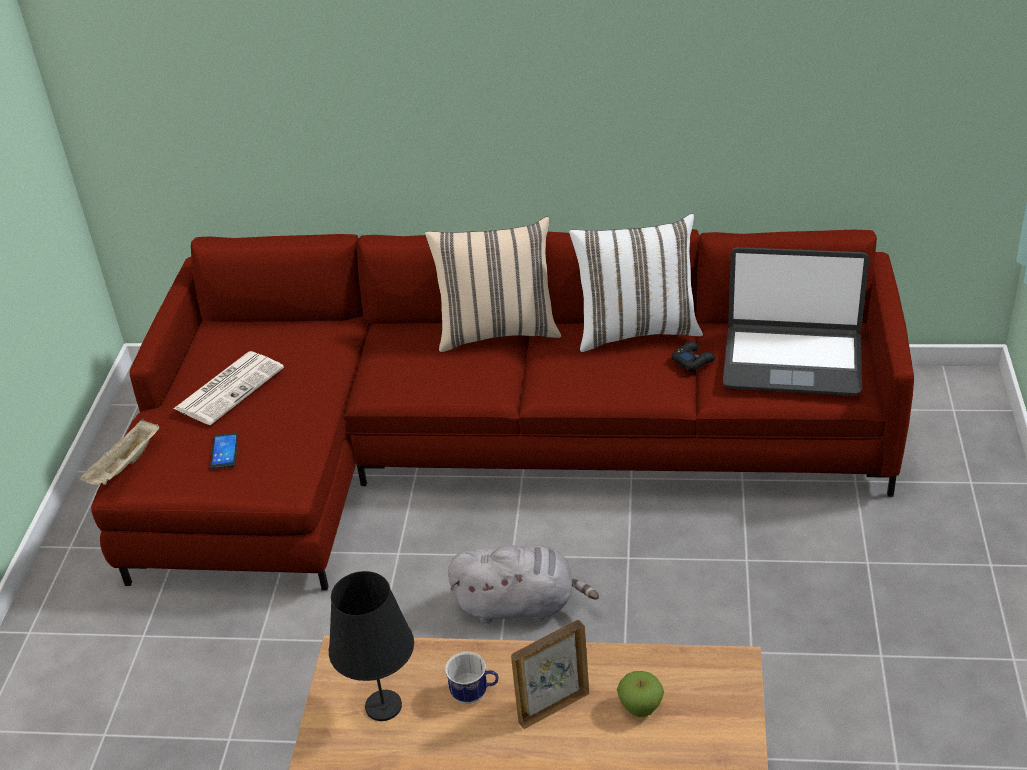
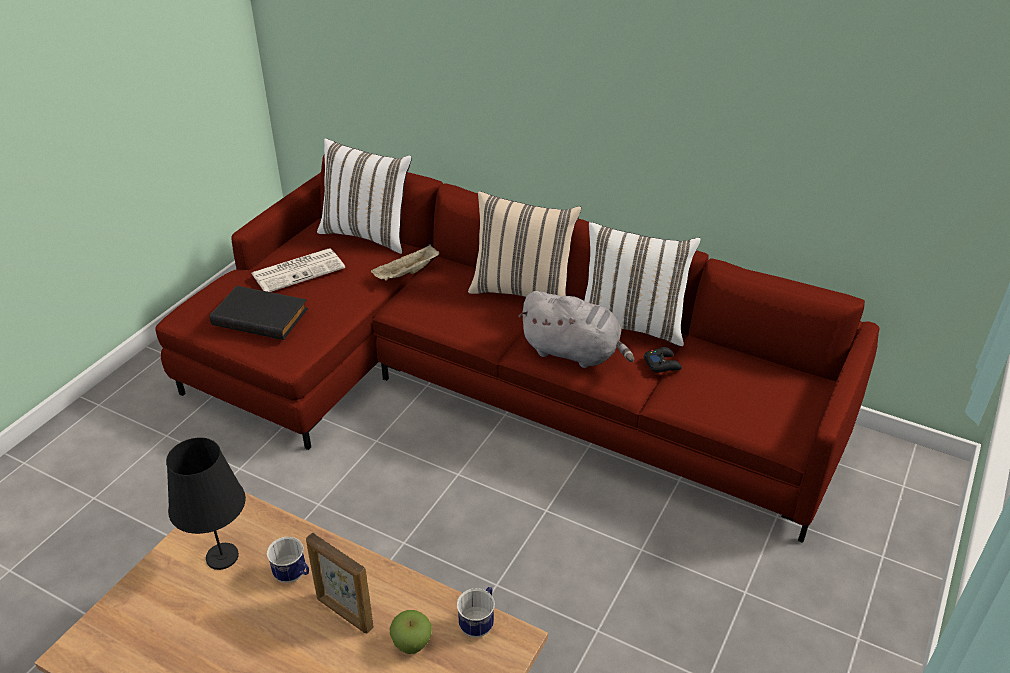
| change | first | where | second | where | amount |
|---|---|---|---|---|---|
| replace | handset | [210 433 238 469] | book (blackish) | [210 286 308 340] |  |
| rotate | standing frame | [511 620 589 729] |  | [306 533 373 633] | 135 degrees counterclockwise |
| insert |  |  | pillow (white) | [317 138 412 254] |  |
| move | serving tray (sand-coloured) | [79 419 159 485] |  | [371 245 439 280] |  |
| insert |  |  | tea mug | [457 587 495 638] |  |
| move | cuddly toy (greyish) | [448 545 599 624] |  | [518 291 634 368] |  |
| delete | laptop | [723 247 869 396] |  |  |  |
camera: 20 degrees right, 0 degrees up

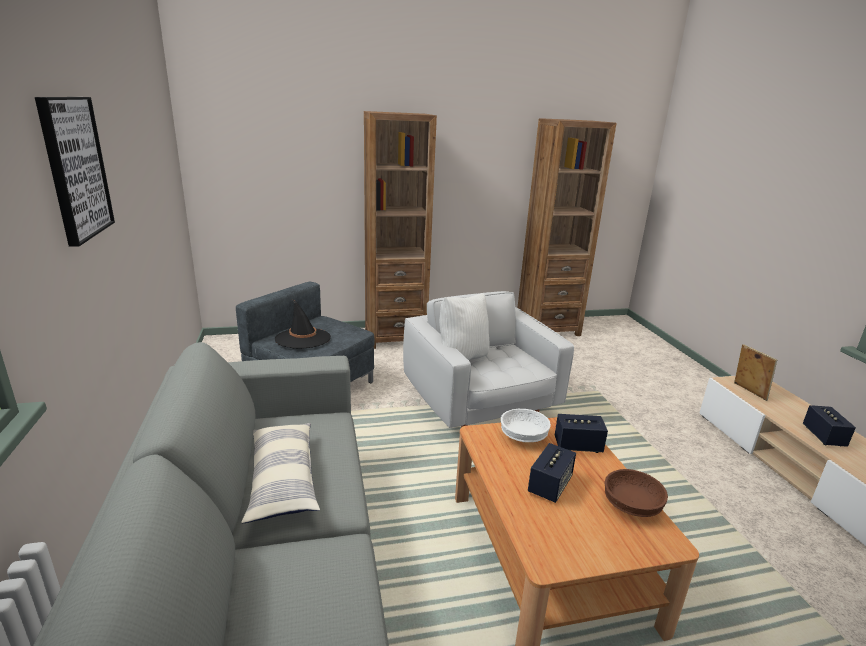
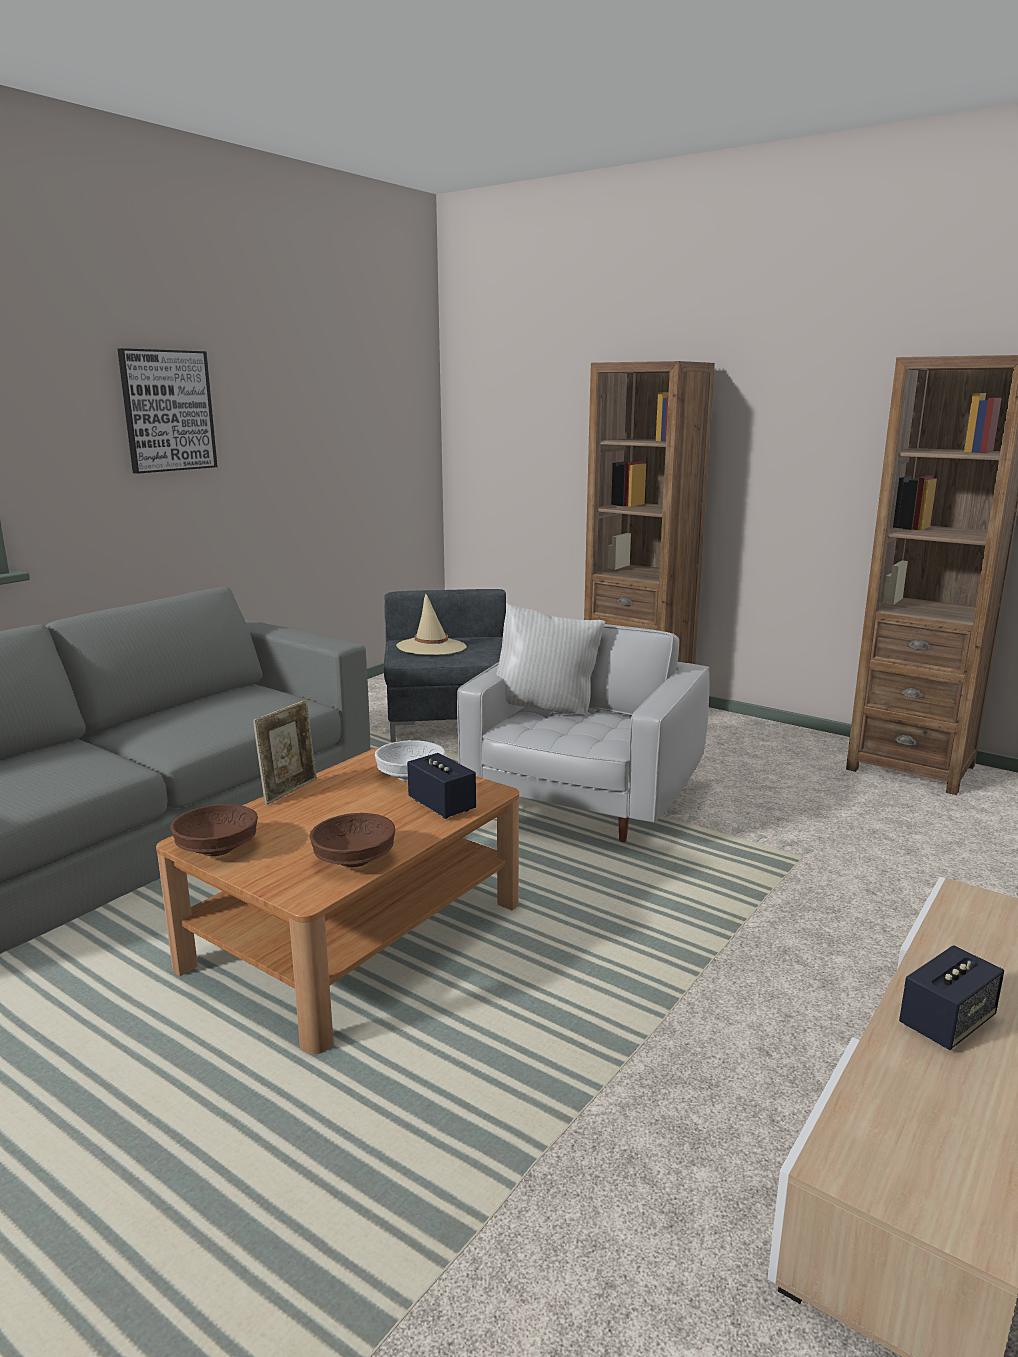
| change | first | where | second | where | amount |
|---|---|---|---|---|---|
| insert |  |  | serving bowl (brown-coloured) | [170 804 258 856] |  |
| move | standing frame | [734 344 777 401] |  | [253 700 317 805] |  |
| recolor | clothing hat (blackish) | [275 300 331 349] | clothing hat (sand-coloured) | [396 594 467 655] |  |
| delete | pillow | [241 423 320 523] |  |  |  |
| delete | loudspeaker | [528 443 576 503] |  |  |  |
camera: 50 degrees right, 5 degrees down

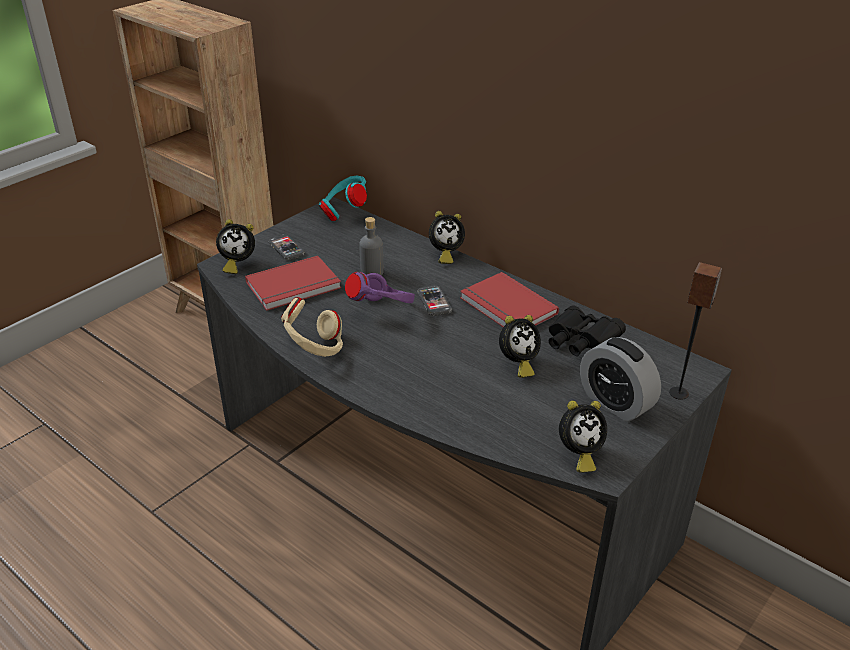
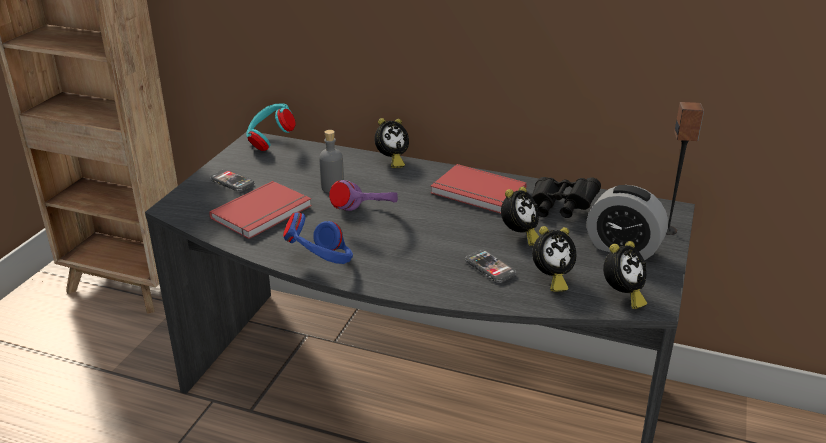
| change | first | where | second | where | amount |
|---|---|---|---|---|---|
| recolor | headphones (sand-coloured) | [281 297 343 357] | headphones (blue) | [283 212 353 264] |  |
| move | handset | [417 285 452 316] |  | [465 249 516 283] |  |
| move | bedside clock | [216 219 255 274] |  | [532 226 576 292] |  |
camera: 20 degrees left, 5 degrees down

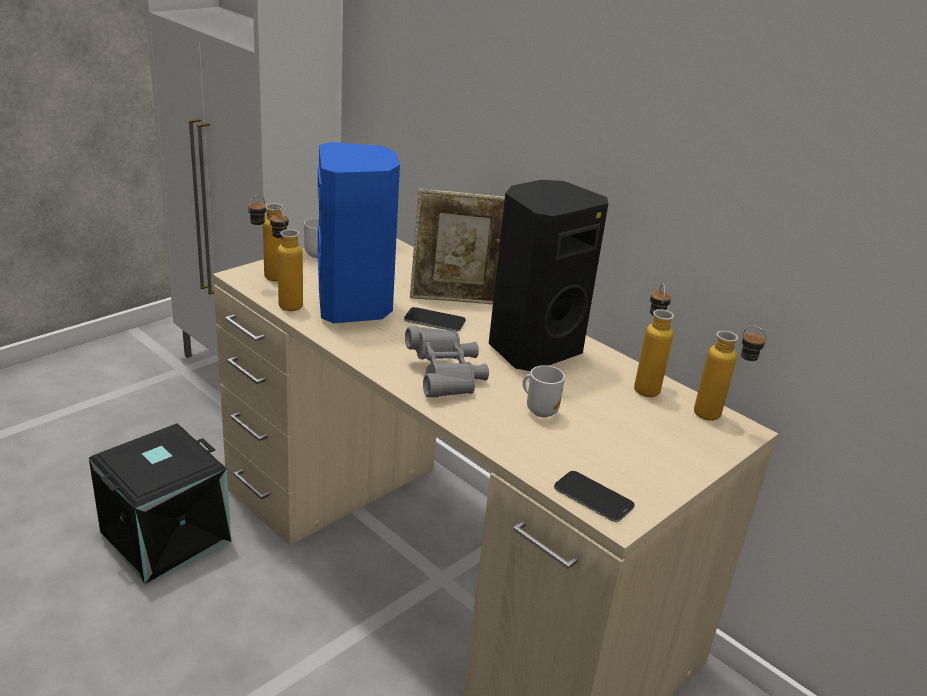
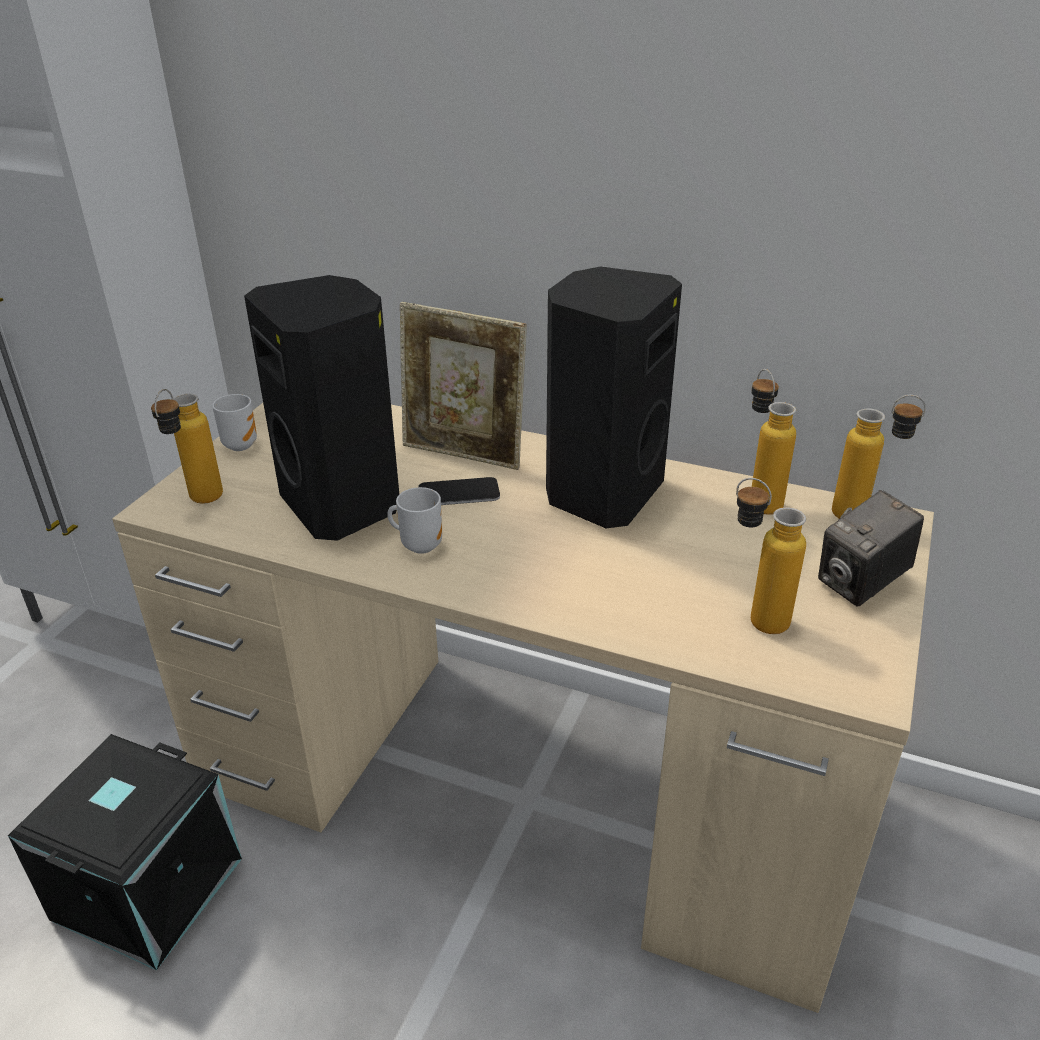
| change | first | where | second | where | amount |
|---|---|---|---|---|---|
| recolor | loudspeaker (blue) | [318 142 400 323] | loudspeaker (blackish) | [244 275 399 541] |  |
| move | tea mug | [523 365 565 418] |  | [387 487 442 554] |  |
| rotate | standing frame | [410 188 505 305] |  | [400 302 527 470] | 45 degrees clockwise |
| move | bottle | [270 207 303 311] |  | [736 478 806 634] |  |
| insert |  |  | still camera | [818 490 924 607] |  |
| delete | binoculars (greyish) | [405 326 489 397] |  |  |  |
| delete | handset | [554 471 635 522] |  |  |  |
camera: 20 degrees left, 5 degrees up

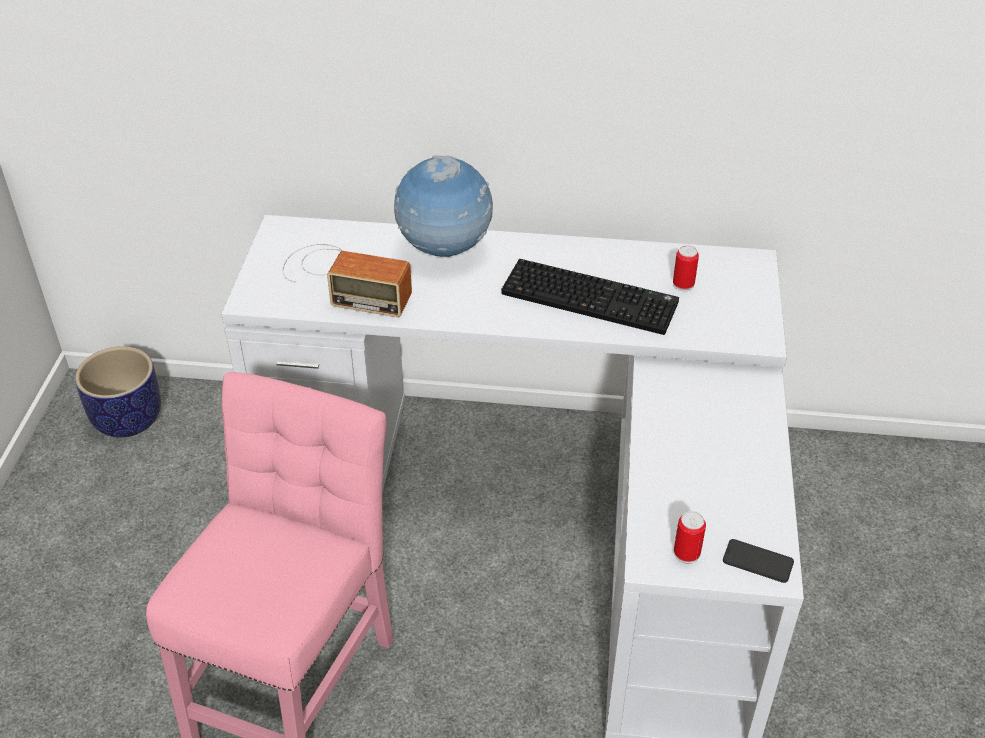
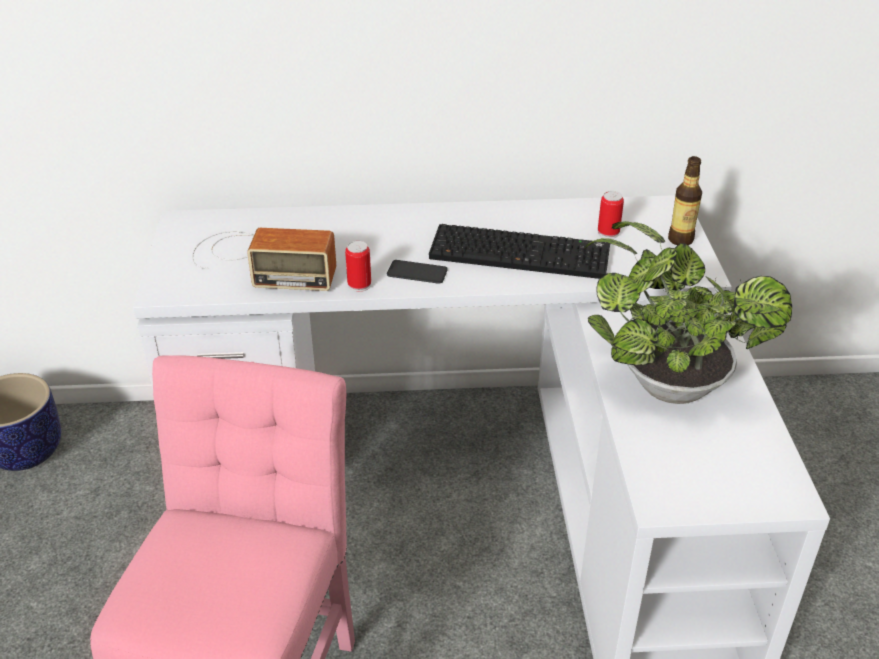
| change | first | where | second | where | amount |
|---|---|---|---|---|---|
| move | sealed can | [674 511 706 564] |  | [345 241 371 292] |  |
| move | handset | [723 539 794 583] |  | [387 260 448 284] |  |
| insert |  |  | plant in a pot | [584 221 792 404] |  |
| insert |  |  | bottle | [668 156 702 245] |  |
| delete | globe | [394 155 493 257] |  |  |  |
camera: 10 degrees left, 5 degrees down

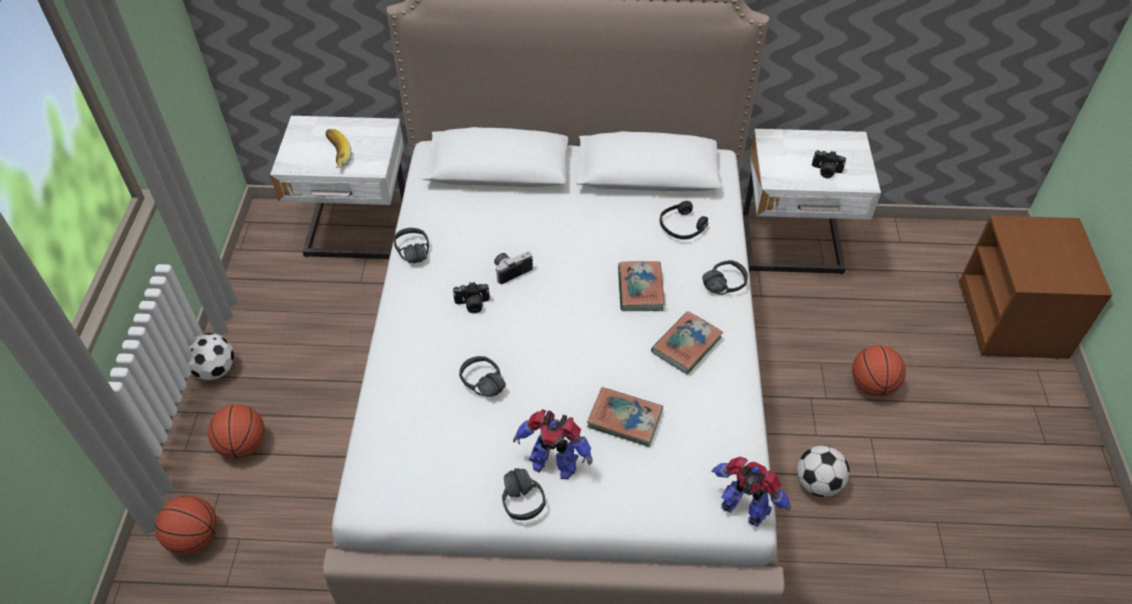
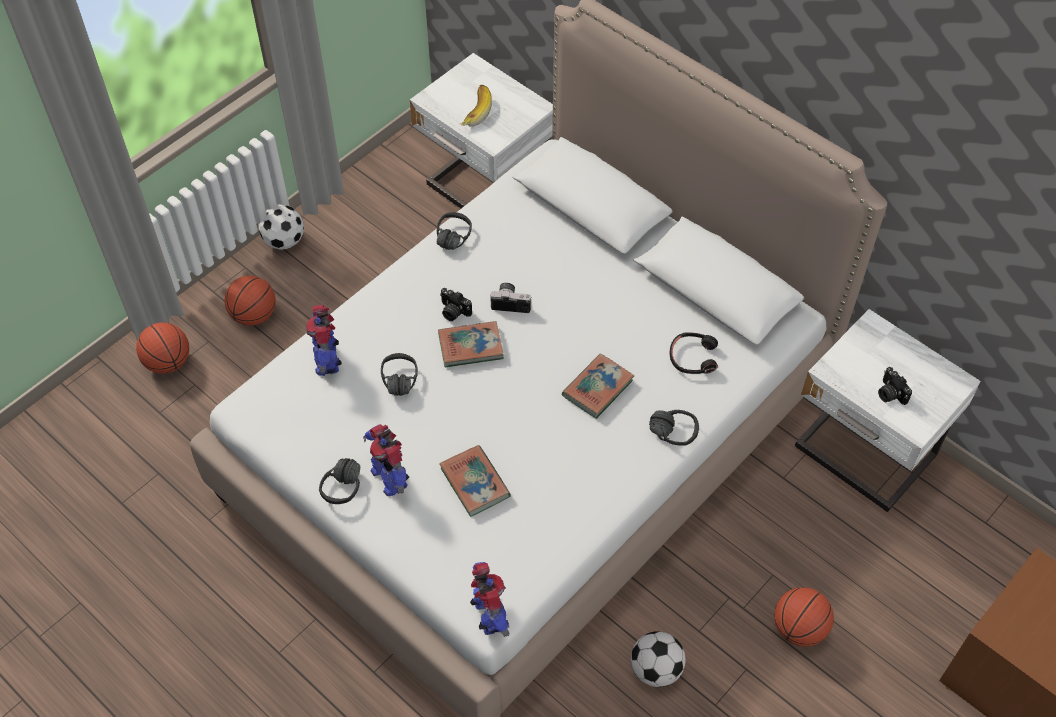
| change | first | where | second | where | amount |
|---|---|---|---|---|---|
| insert |  |  | model robot | [306 305 342 376] |  |
| move | book | [651 311 723 374] |  | [438 321 504 368] |  |
camera: 40 degrees right, 5 degrees up

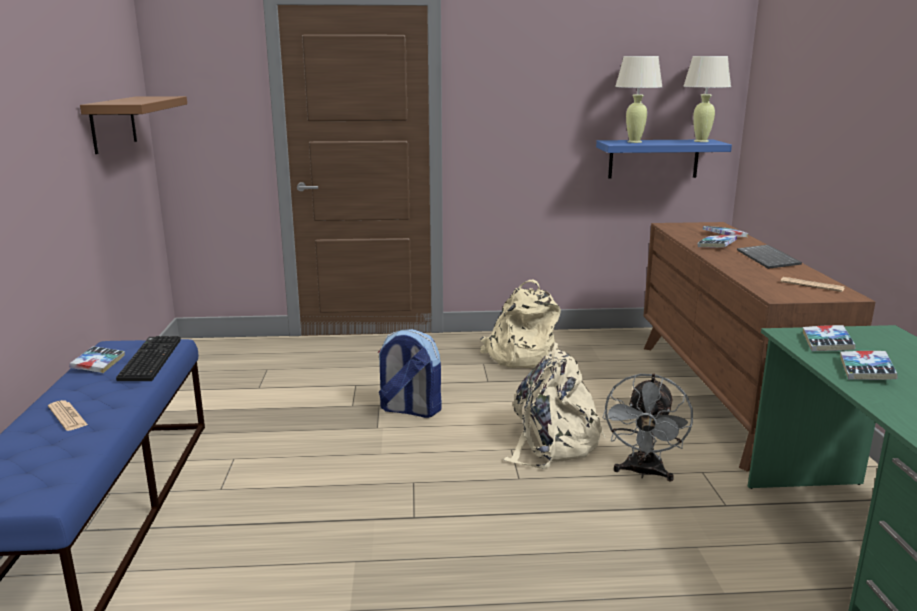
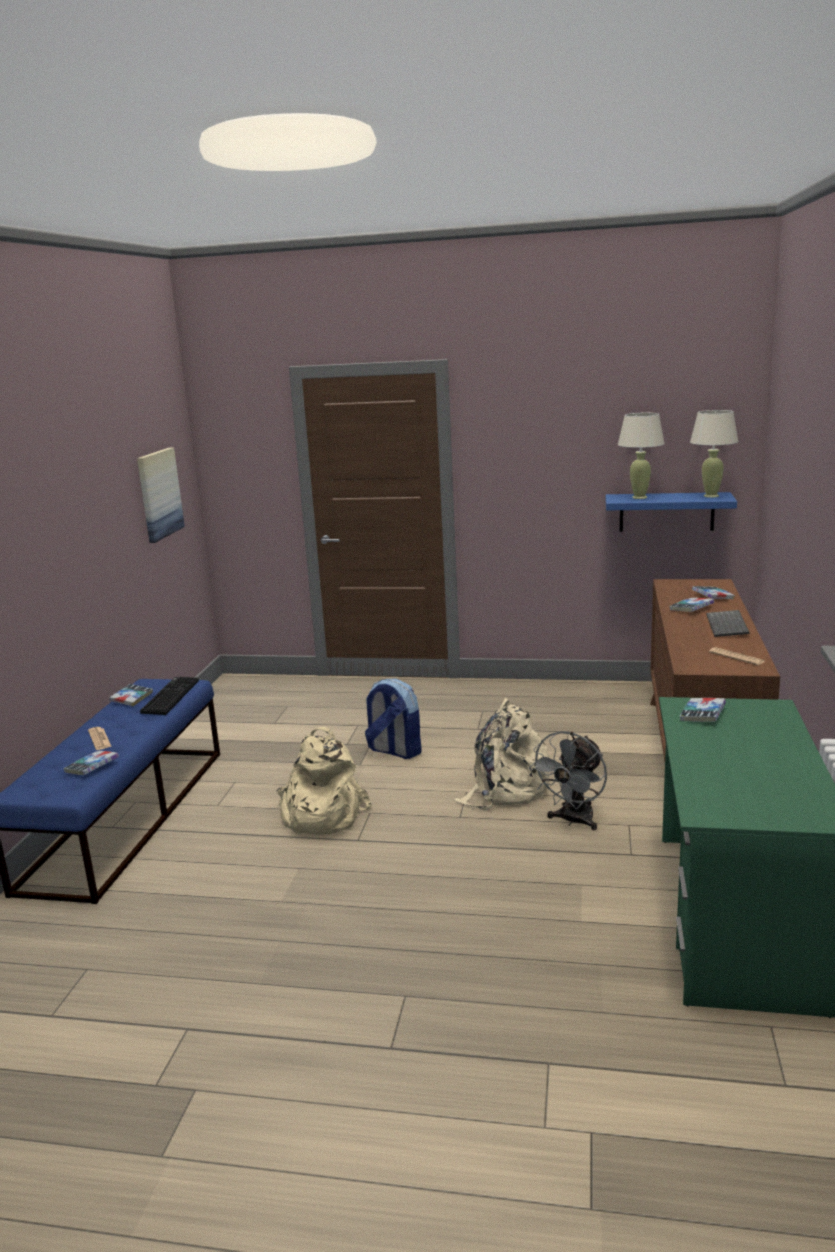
| change | first | where | second | where | amount |
|---|---|---|---|---|---|
| move | book | [840 351 898 380] |  | [63 751 119 775] |  |
| replace | bracket shelf (brown-coloured) | [80 96 187 154] | wall art | [137 448 185 543] |  |
| move | backpack (sand-coloured) | [480 279 561 368] |  | [277 727 372 835] |  |
camera: 15 degrees right, 0 degrees up

